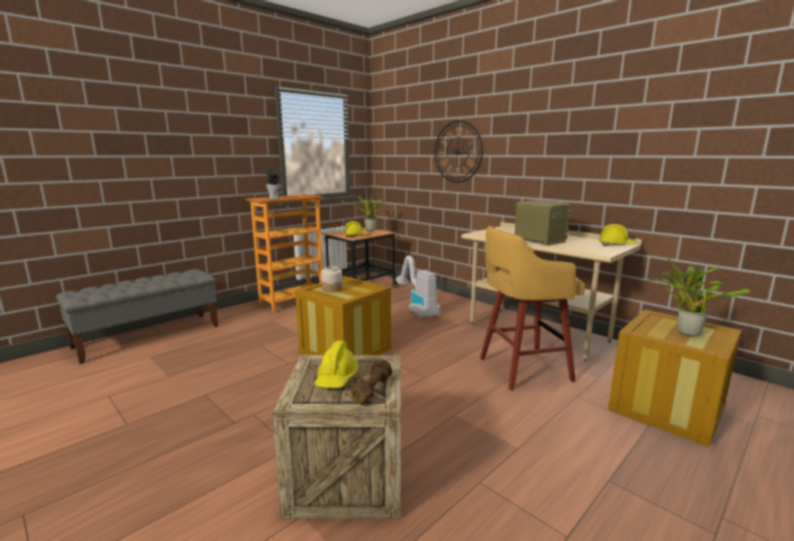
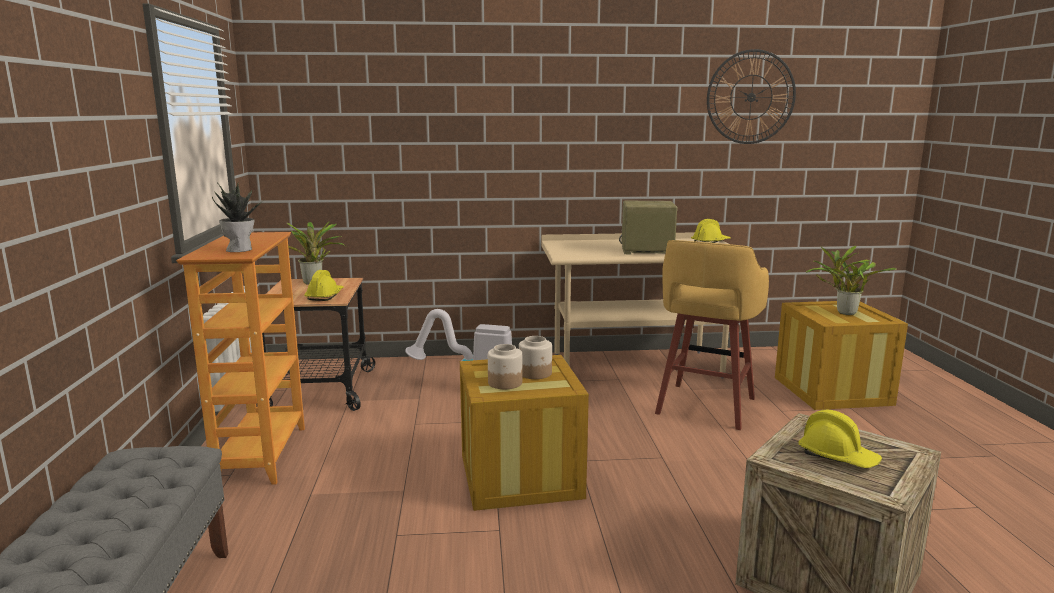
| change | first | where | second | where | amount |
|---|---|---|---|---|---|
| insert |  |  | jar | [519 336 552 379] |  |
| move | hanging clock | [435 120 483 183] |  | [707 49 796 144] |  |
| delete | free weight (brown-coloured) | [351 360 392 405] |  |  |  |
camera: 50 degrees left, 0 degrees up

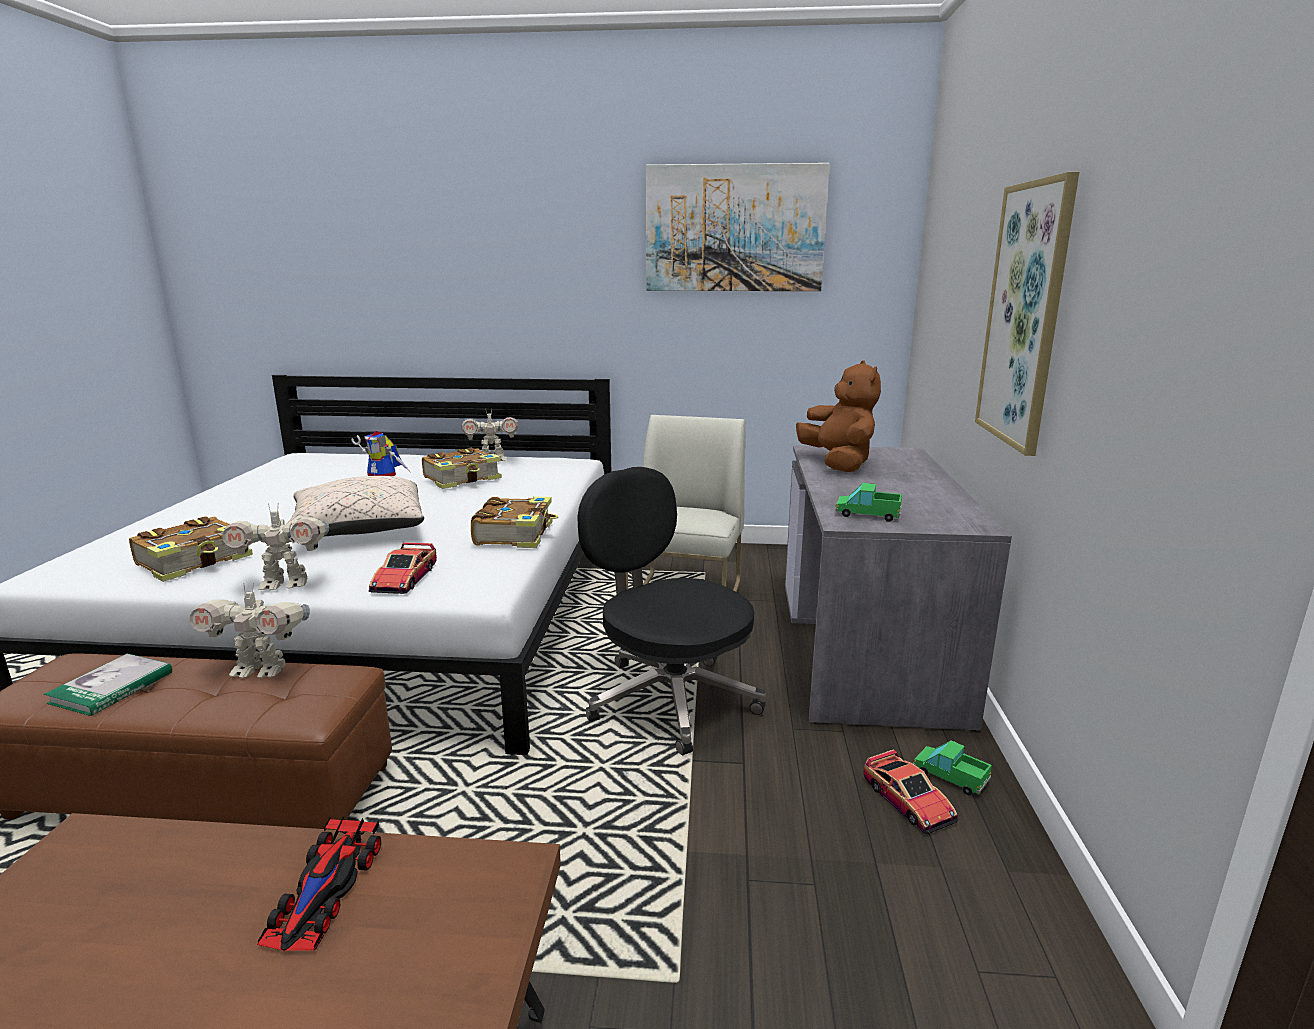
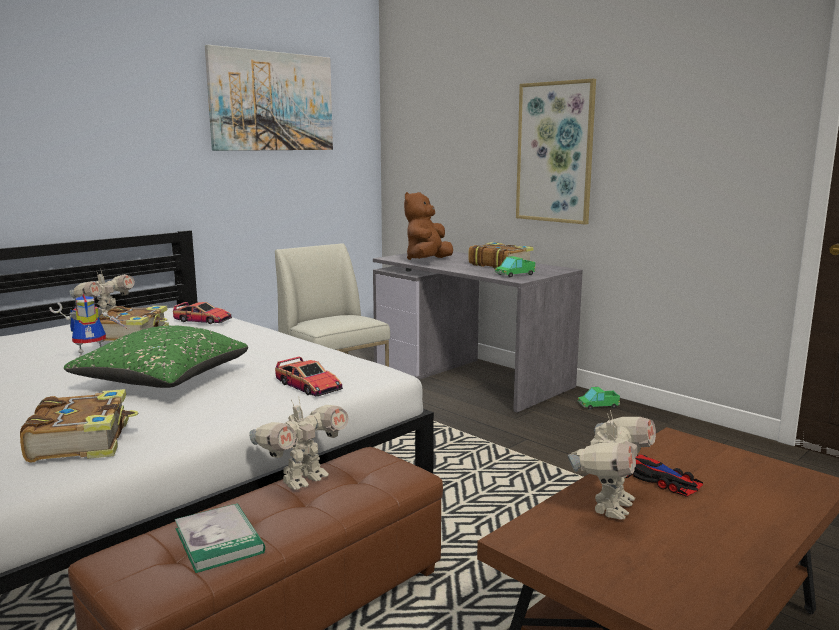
| change | first | where | second | where | amount |
|---|---|---|---|---|---|
| recolor | pillow (sand-coloured) | [286 476 424 537] | pillow (green-coloured) | [64 325 248 388] |  |
| move | model car | [864 749 958 834] |  | [173 302 232 324] |  |
| rotate | cuddly toy (brown-coloured) | [796 360 881 472] |  | [404 192 453 260] | 90 degrees counterclockwise |
| move | book | [471 497 558 548] |  | [468 242 534 268] |  |
| move | model robot | [222 503 329 590] |  | [567 410 656 520] |  |
| delete | computer chair (blackish) | [577 467 766 756] |  |  |  |
camera: 50 degrees left, 5 degrees down

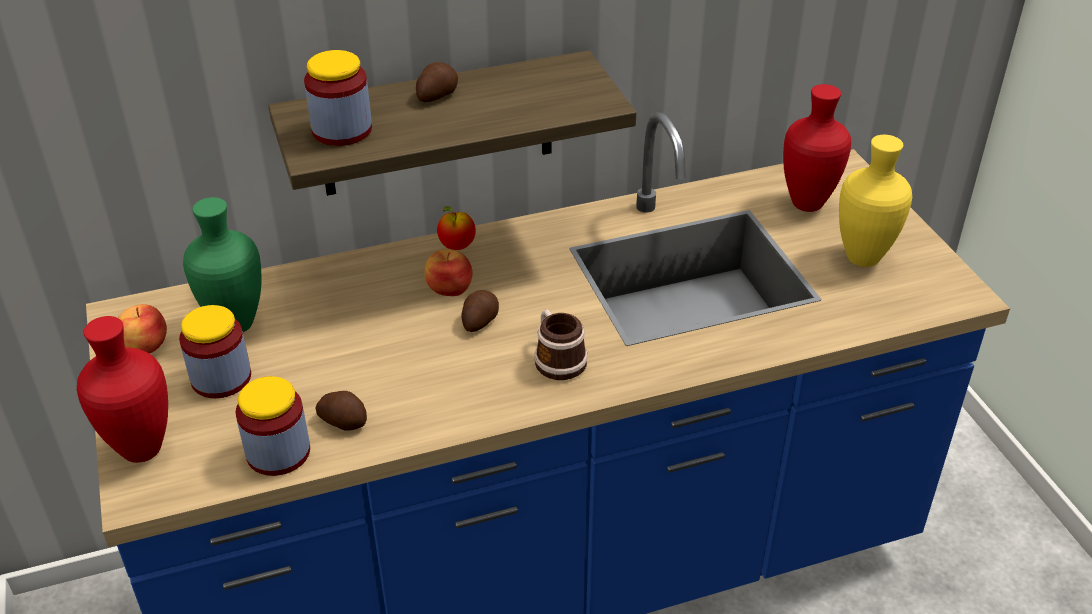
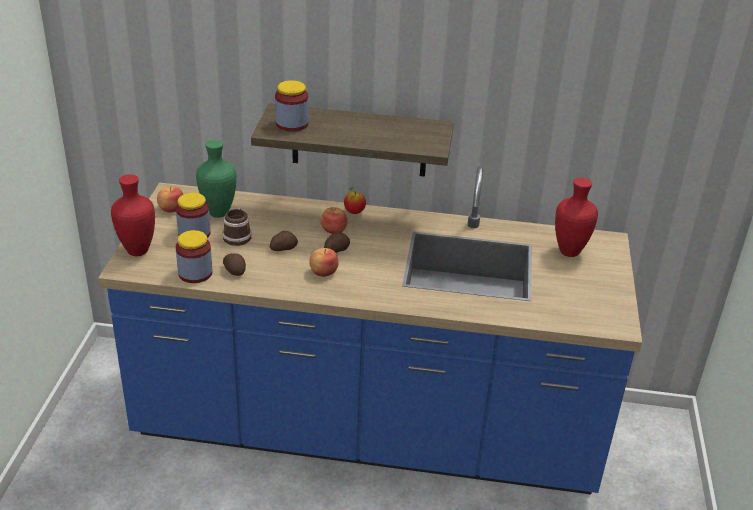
| change | first | where | second | where | amount |
|---|---|---|---|---|---|
| move | tea mug | [534 310 588 380] |  | [223 208 252 246] |  |
| move | potato | [416 62 458 102] |  | [270 231 298 251] |  |
| insert |  |  | apple | [309 248 339 277] |  |
| delete | decorative vase (yellow) | [839 135 912 267] |  |  |  |
camera: 25 degrees right, 5 degrees down

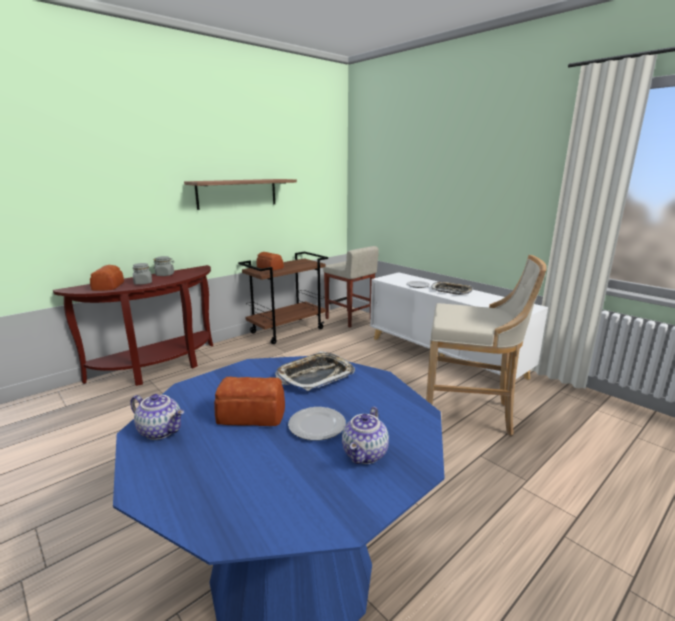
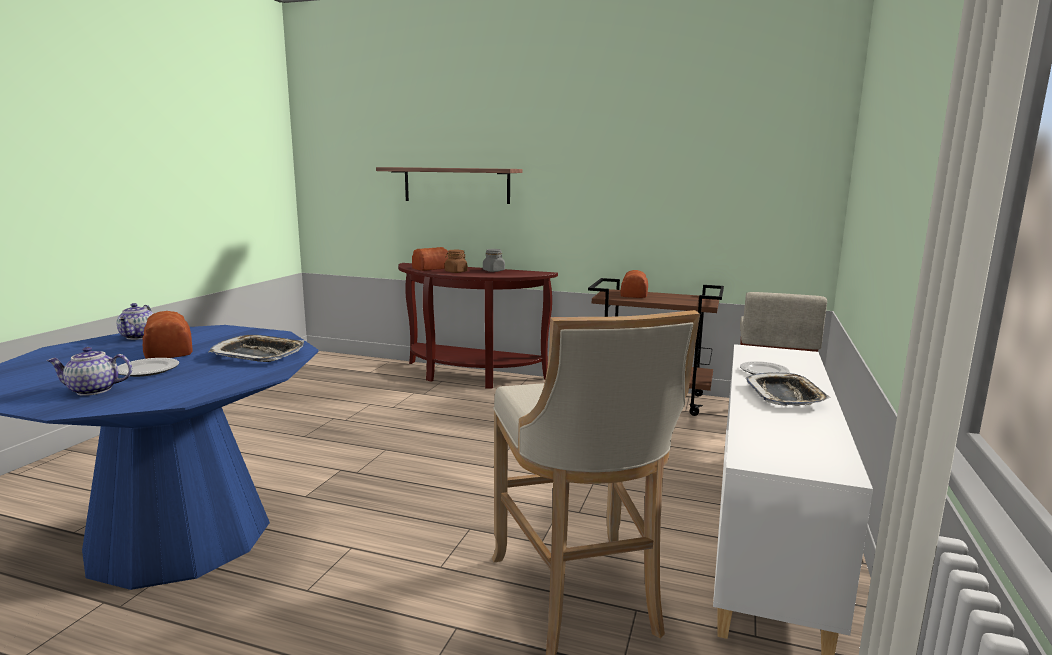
| change | first | where | second | where | amount |
|---|---|---|---|---|---|
| move | bracket shelf | [184 179 297 210] |  | [376 167 522 204] |  |
| recolor | jar (greyish) | [133 263 152 285] | jar (brown-coloured) | [445 250 467 273] |  |
camera: 60 degrees right, 5 degrees down

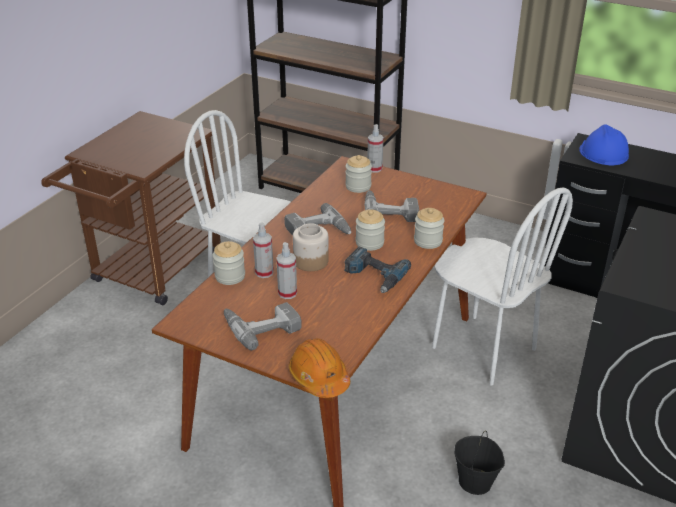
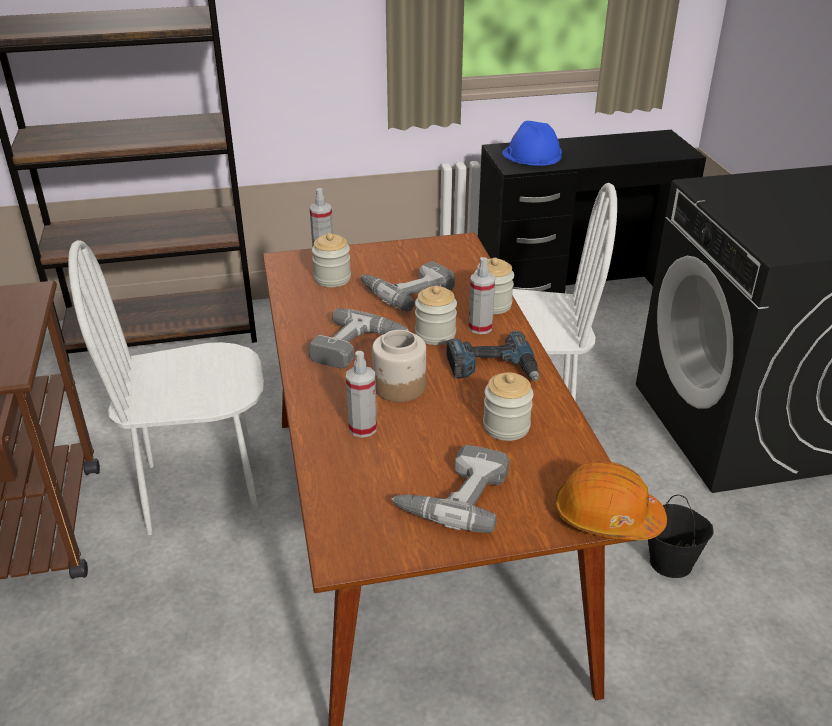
| change | first | where | second | where | amount |
|---|---|---|---|---|---|
| move | spray bottle | [276 242 297 299] |  | [468 257 495 334] |  |
| move | jar | [213 241 245 285] |  | [483 372 533 441] |  |
camera: 40 degrees left, 0 degrees up

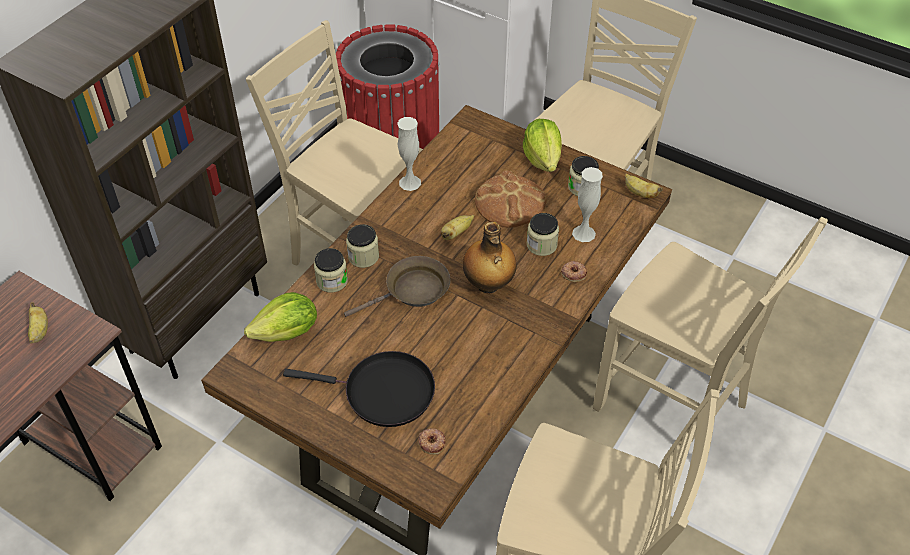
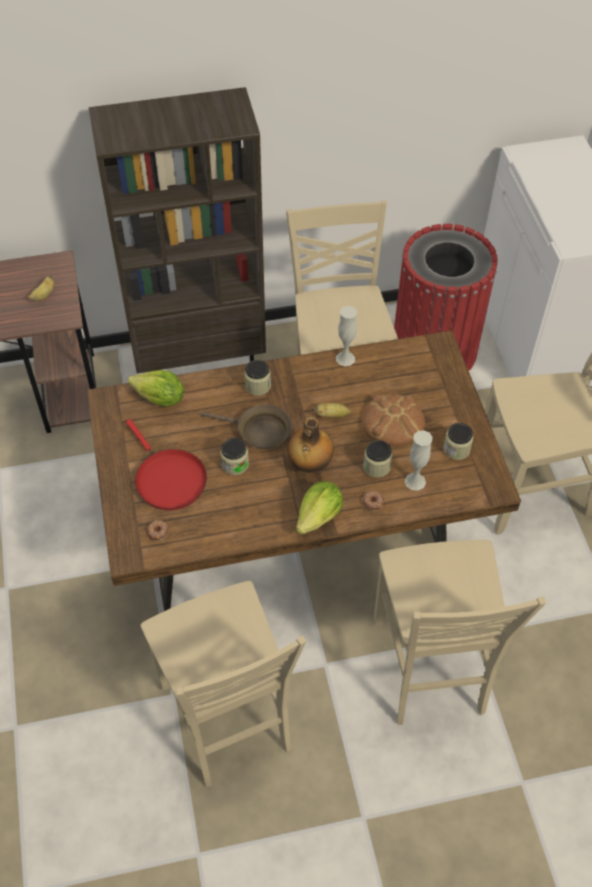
| change | first | where | second | where | amount |
|---|---|---|---|---|---|
| recolor | pan (blackish) | [283 351 435 427] | pan (reddish) | [126 419 207 510] |  |
| move | jar | [314 248 348 292] |  | [220 438 249 475] |  |
| move | lettuce head | [523 119 562 172] |  | [296 481 343 534] |  |
| delete | banana fruit | [625 173 663 198] |  |  |  |
camera: 45 degrees right, 5 degrees up

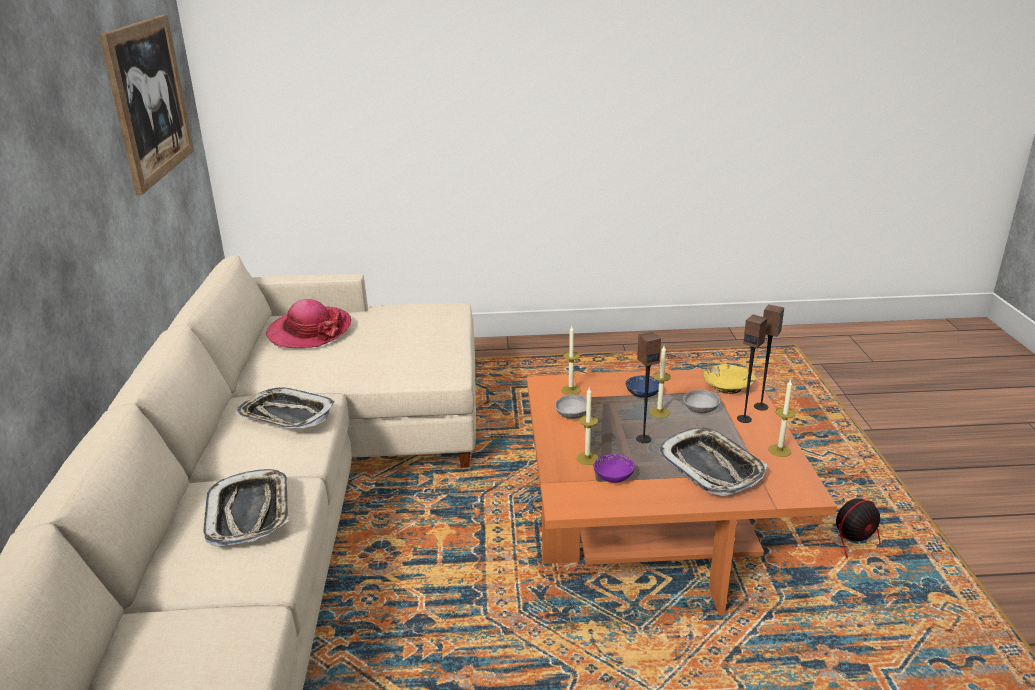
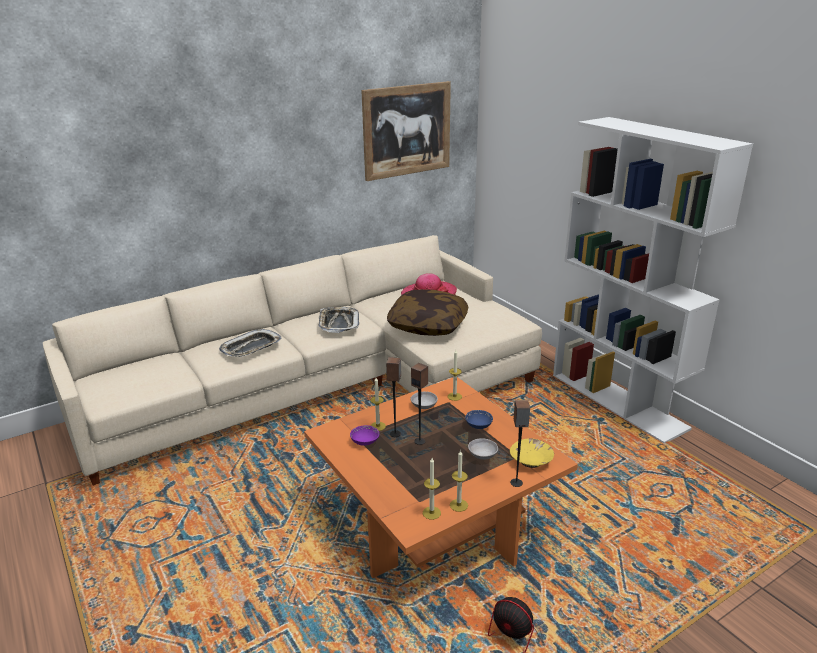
| change | first | where | second | where | amount |
|---|---|---|---|---|---|
| move | loudspeaker | [737 315 768 423] |  | [386 357 401 437] |  |
| insert |  |  | pillow | [387 289 468 336] |  |
| move | candle | [649 346 671 418] |  | [423 458 441 520] |  |
| insert |  |  | bookshelf (white) | [553 117 753 443] |  |
| delete | serving tray | [657 428 768 496] |  |  |  |
camera: 60 degrees right, 0 degrees up

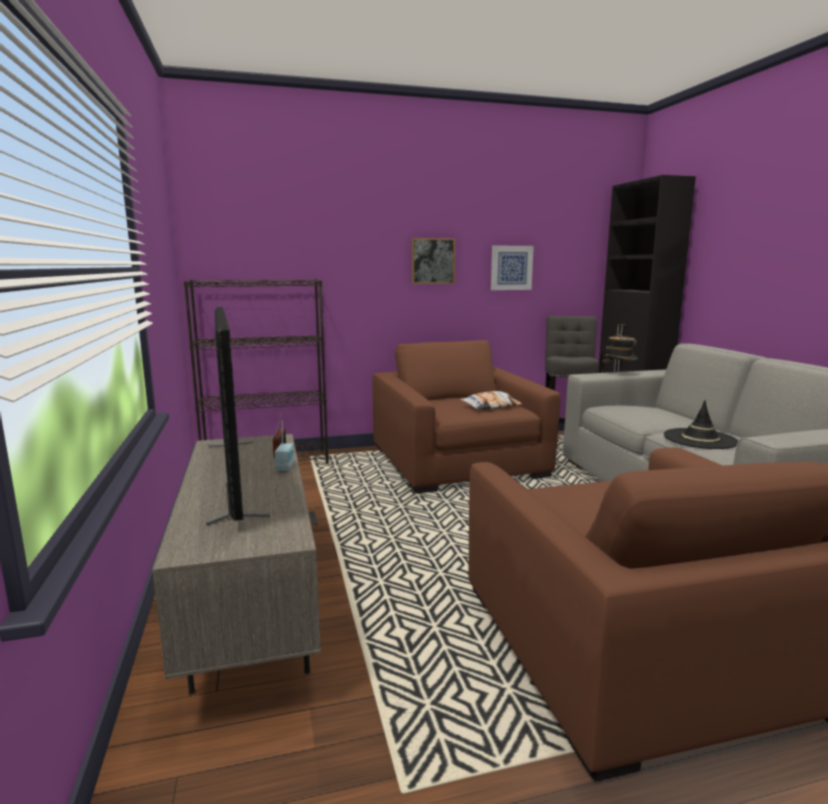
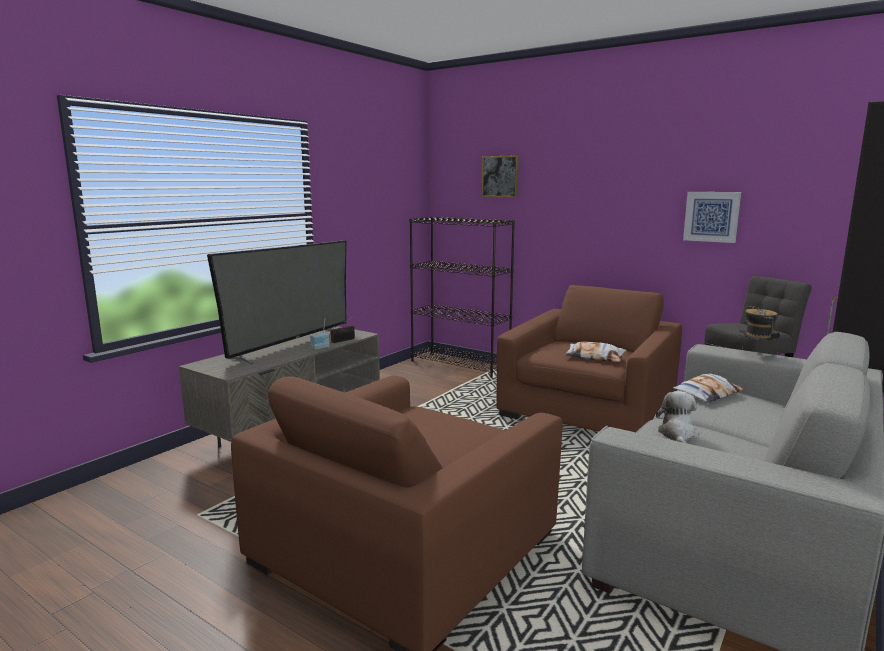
| change | first | where | second | where | amount |
|---|---|---|---|---|---|
| move | wall art | [412 238 455 284] |  | [482 155 519 197] |  |
| replace | clothing hat (blackish) | [664 400 738 449] | cuddly toy | [656 391 699 443] |  |
| insert |  |  | pillow | [673 374 744 403] |  |
camera: 50 degrees right, 0 degrees up

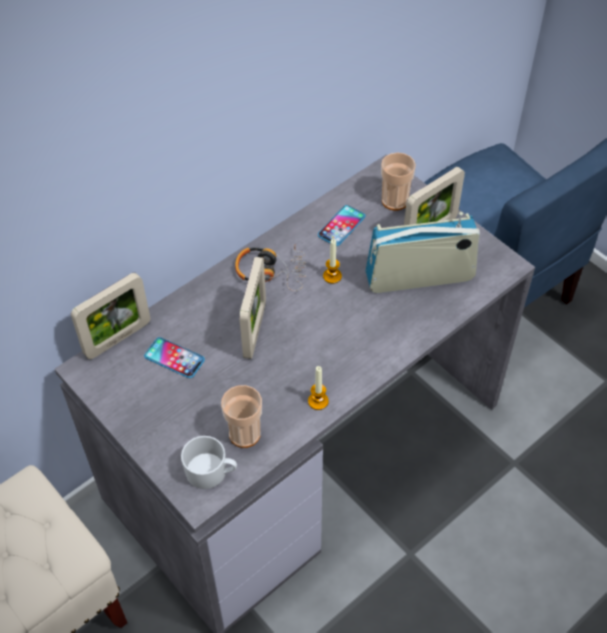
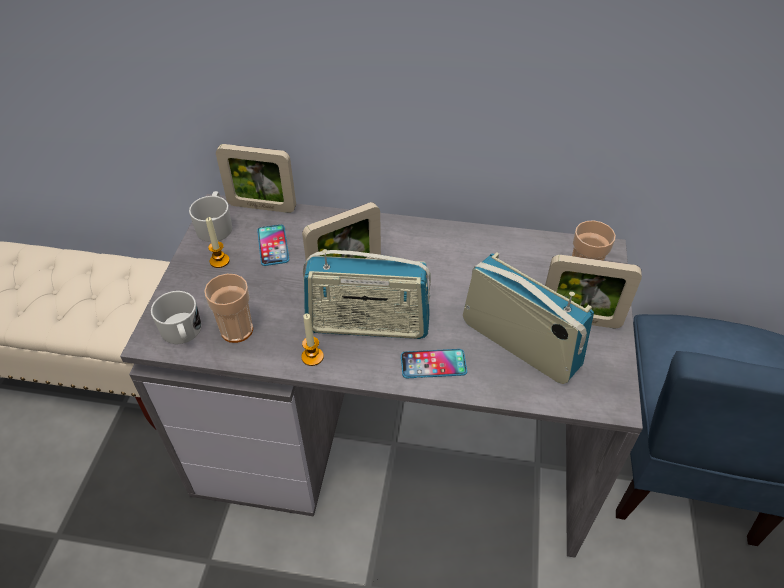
| change | first | where | second | where | amount |
|---|---|---|---|---|---|
| insert |  |  | tea mug (white) | [189 191 232 242] |  |
| move | candle | [323 239 342 284] |  | [206 217 230 268] |  |
| insert |  |  | radio receiver | [303 249 431 339] |  |
| move | handset | [318 205 365 246] |  | [401 349 467 378] |  |
| delete | headphones | [235 244 306 291] |  |  |  |
camera: 50 degrees right, 5 degrees down

